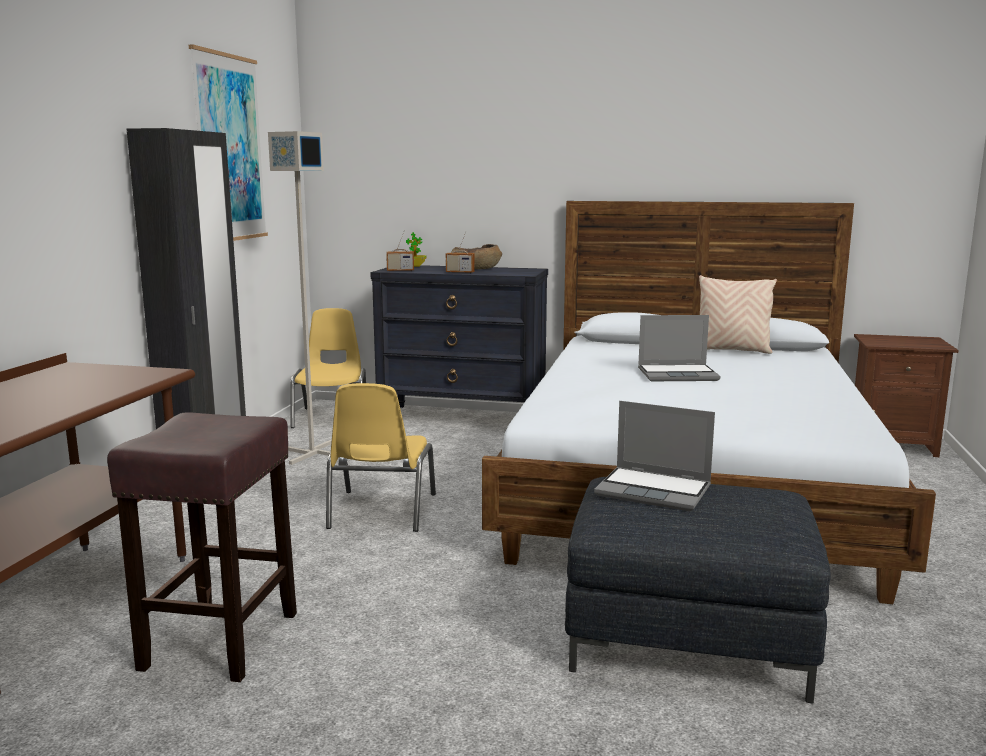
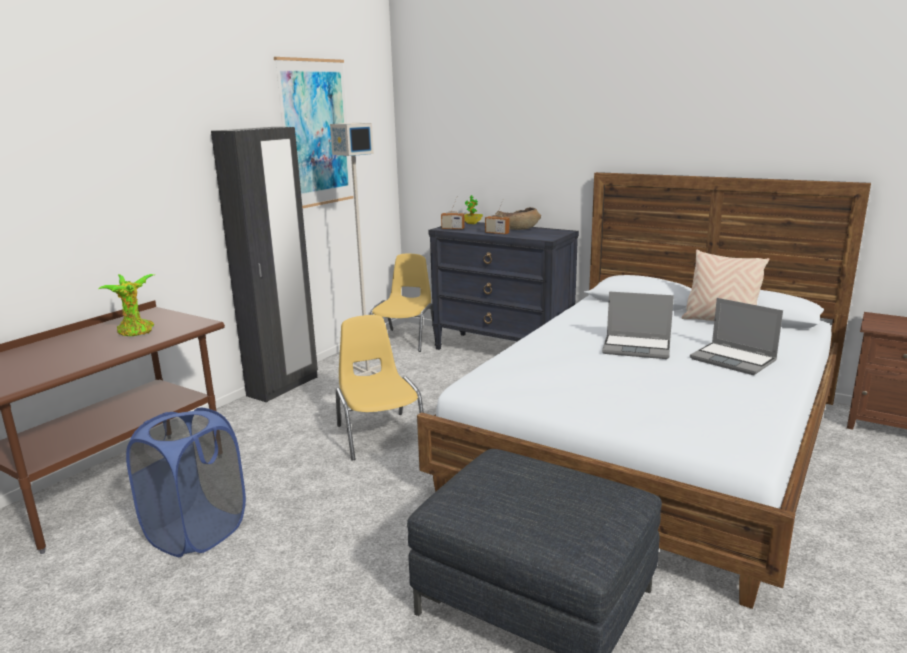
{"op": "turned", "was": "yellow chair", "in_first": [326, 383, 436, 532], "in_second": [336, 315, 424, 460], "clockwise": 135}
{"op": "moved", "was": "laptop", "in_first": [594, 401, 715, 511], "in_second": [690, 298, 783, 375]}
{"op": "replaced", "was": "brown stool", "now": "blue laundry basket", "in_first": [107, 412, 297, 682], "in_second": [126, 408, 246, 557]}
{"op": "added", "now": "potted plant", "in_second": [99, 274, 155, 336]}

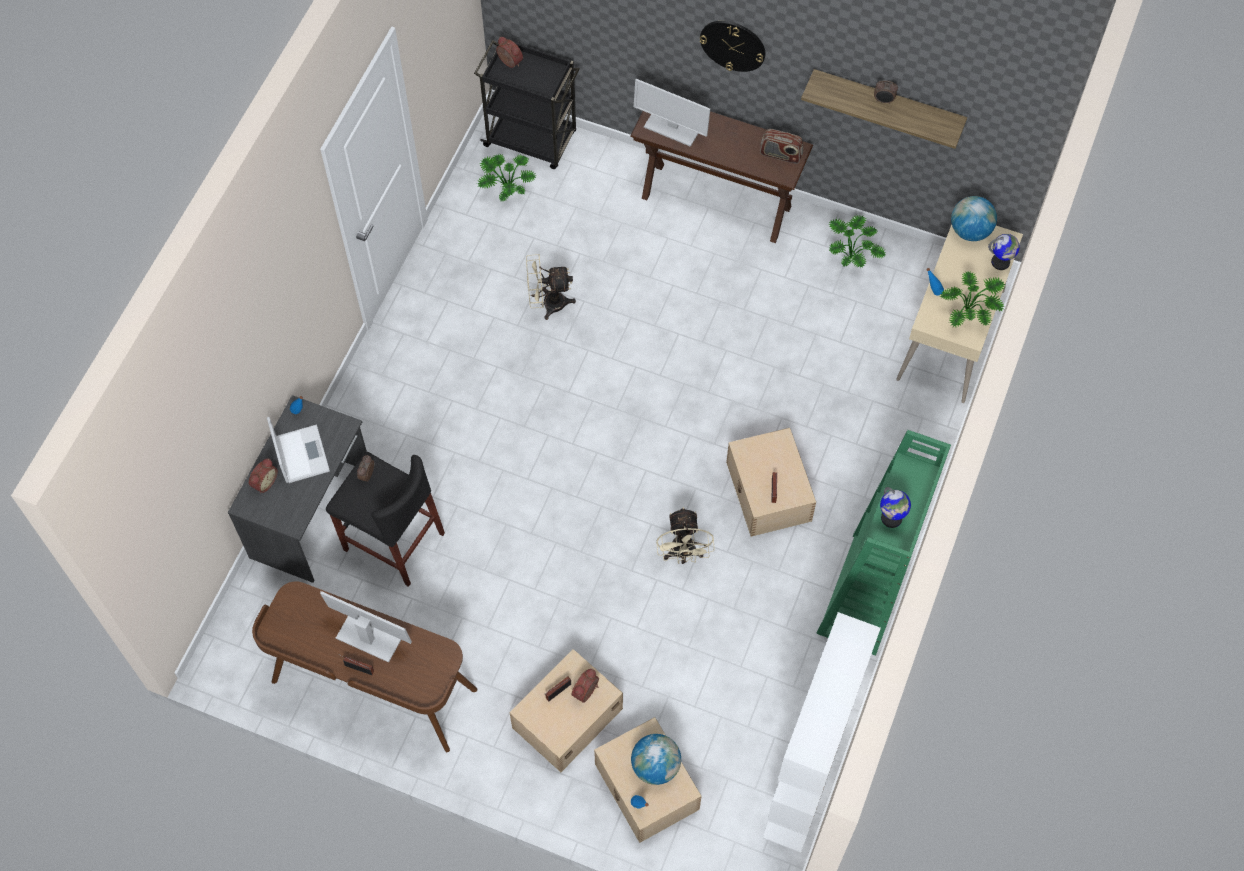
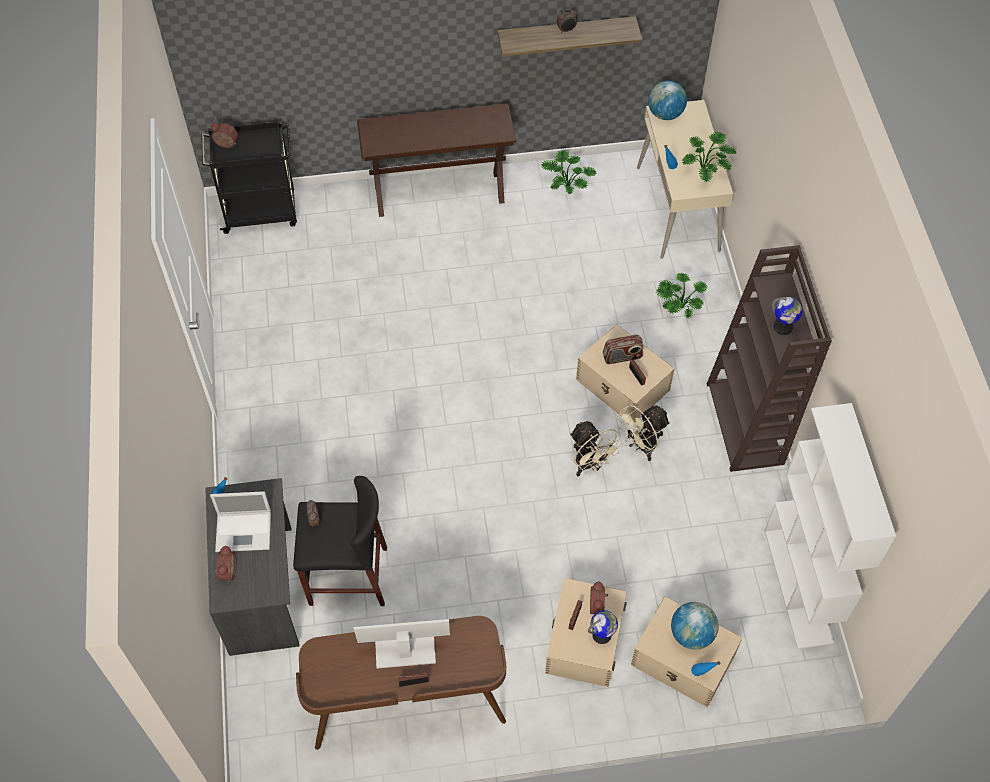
{"op": "removed", "was": "wall clock", "in_first": [700, 21, 766, 72]}
{"op": "removed", "was": "monitor", "in_first": [634, 79, 710, 147]}
{"op": "moved", "was": "radio", "in_first": [760, 129, 803, 164], "in_second": [603, 334, 643, 364]}
{"op": "moved", "was": "potted plant", "in_first": [477, 154, 536, 201], "in_second": [657, 273, 707, 318]}
{"op": "moved", "was": "globe", "in_first": [988, 234, 1020, 270], "in_second": [588, 610, 618, 644]}
{"op": "moved", "was": "beige fan", "in_first": [526, 254, 576, 320], "in_second": [616, 405, 671, 461]}
{"op": "turned", "was": "laptop", "in_first": [267, 417, 330, 483], "in_second": [210, 491, 271, 552], "clockwise": 135}
{"op": "recoloured", "was": "green bookcase", "now": "brown bookcase", "in_first": [816, 430, 951, 656], "in_second": [707, 245, 832, 472]}

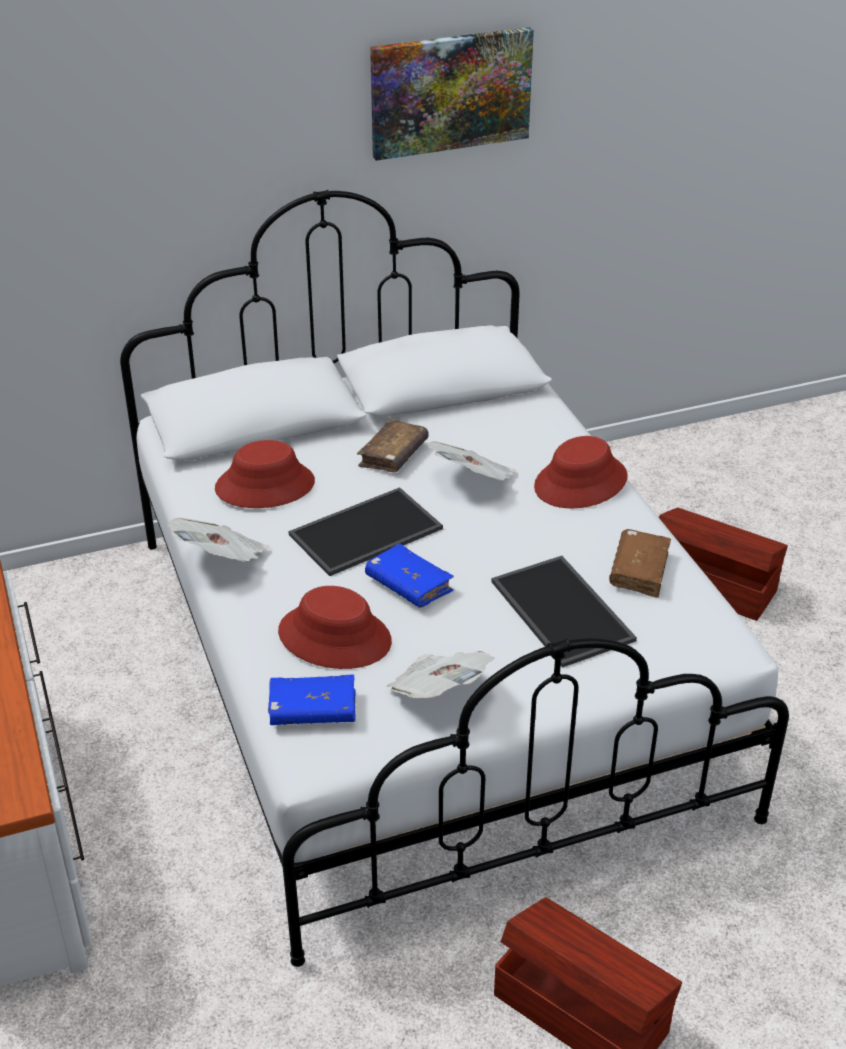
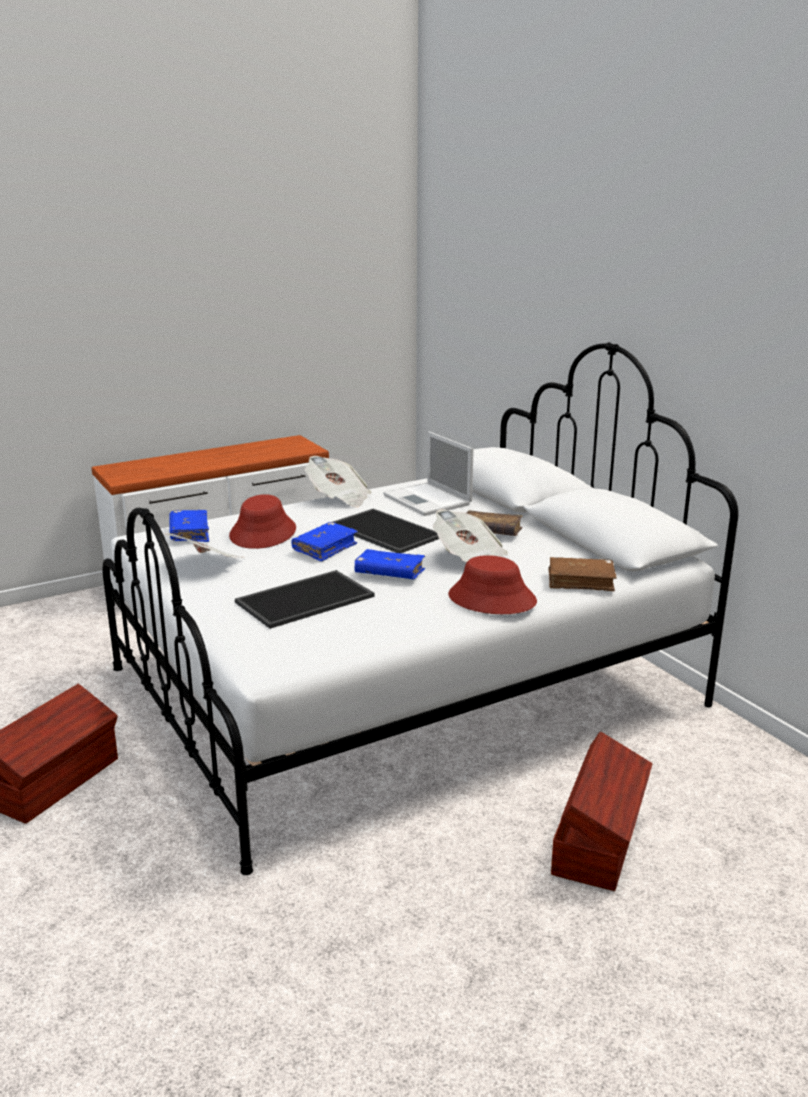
{"op": "removed", "was": "picture", "in_first": [370, 27, 534, 161]}
{"op": "replaced", "was": "red hat", "now": "laptop", "in_first": [215, 440, 315, 508], "in_second": [383, 432, 474, 516]}
{"op": "moved", "was": "brown book", "in_first": [609, 529, 671, 598], "in_second": [549, 557, 617, 591]}
{"op": "added", "now": "blue book", "in_second": [355, 549, 425, 579]}

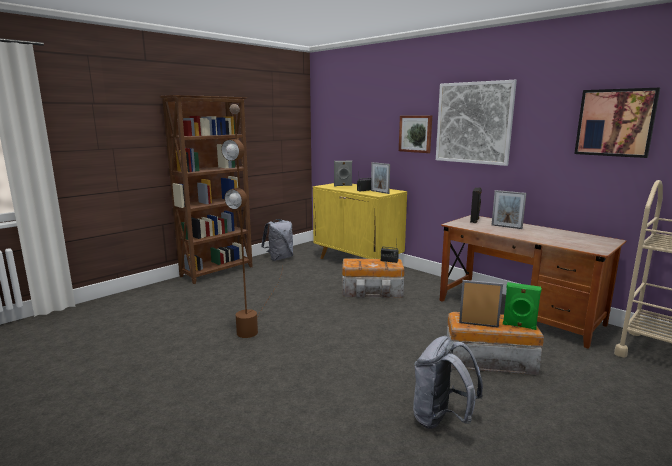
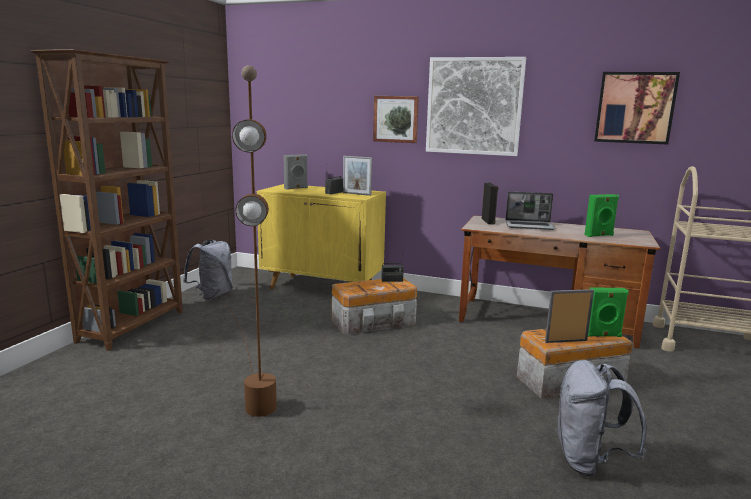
{"op": "replaced", "was": "picture frame", "now": "laptop", "in_first": [492, 190, 526, 229], "in_second": [506, 191, 555, 230]}
{"op": "added", "now": "green speaker", "in_second": [585, 194, 619, 237]}

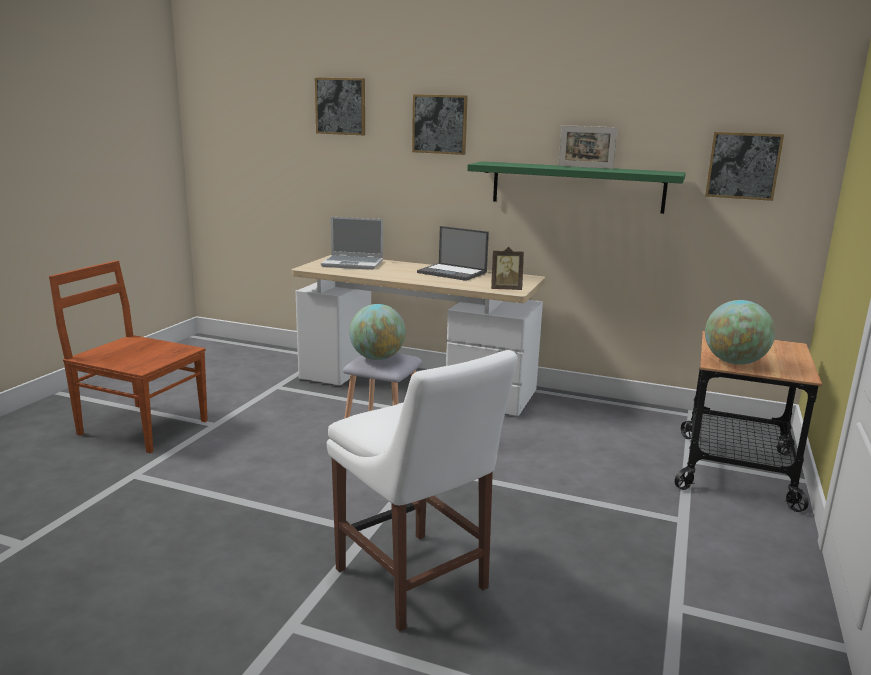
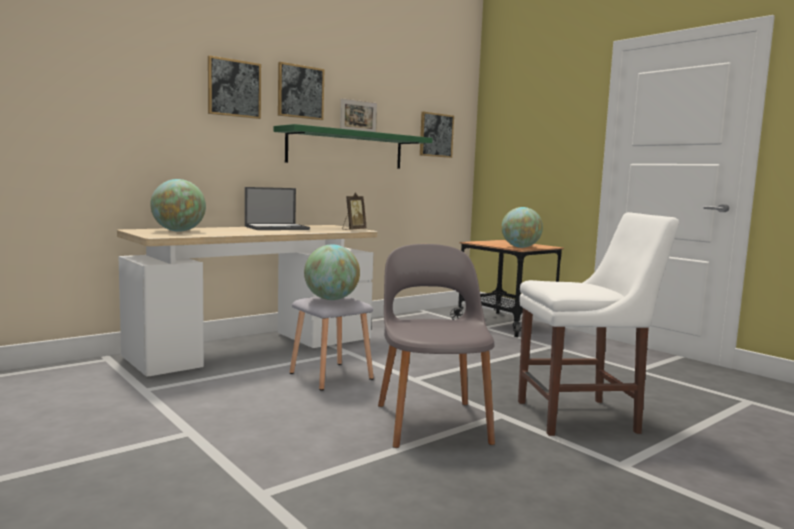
{"op": "moved", "was": "picture", "in_first": [315, 78, 365, 135], "in_second": [278, 62, 324, 120]}
{"op": "replaced", "was": "laptop", "now": "globe", "in_first": [321, 217, 383, 270], "in_second": [150, 179, 206, 232]}
{"op": "removed", "was": "brown chair", "in_first": [49, 260, 208, 453]}
{"op": "added", "now": "grey chair", "in_second": [378, 244, 495, 448]}

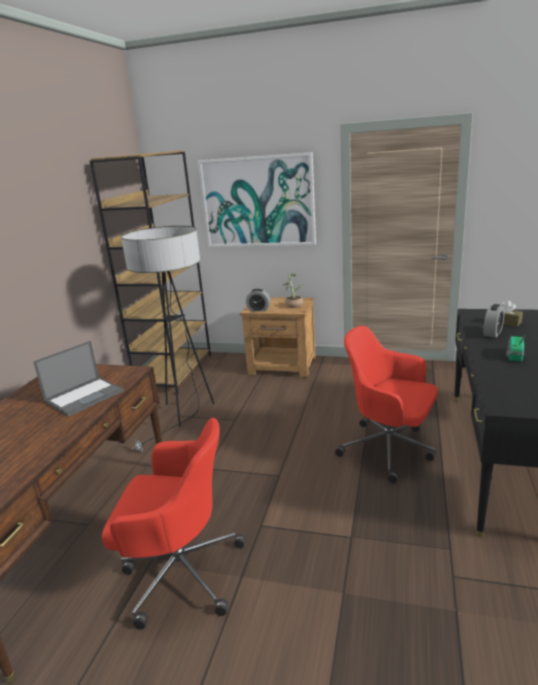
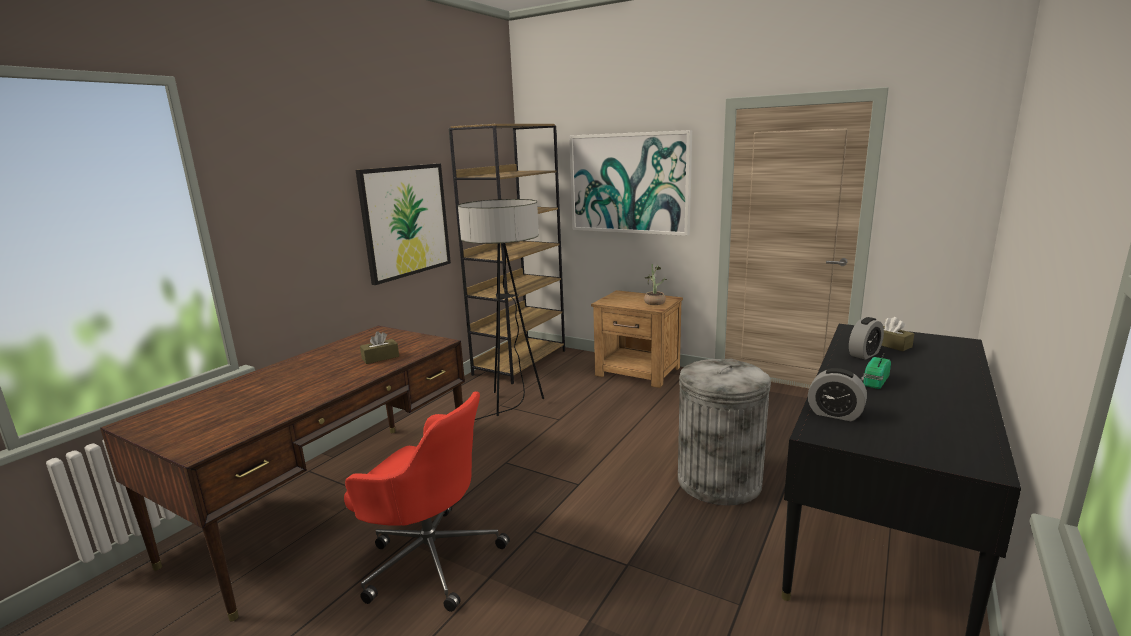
{"op": "moved", "was": "alarm clock", "in_first": [246, 289, 271, 312], "in_second": [808, 368, 867, 421]}
{"op": "replaced", "was": "red office chair", "now": "grey trash can", "in_first": [335, 325, 438, 483], "in_second": [678, 358, 771, 505]}
{"op": "replaced", "was": "laptop", "now": "brown tissue box", "in_first": [33, 341, 124, 417], "in_second": [360, 331, 399, 364]}
{"op": "added", "now": "picture", "in_second": [356, 164, 451, 285]}

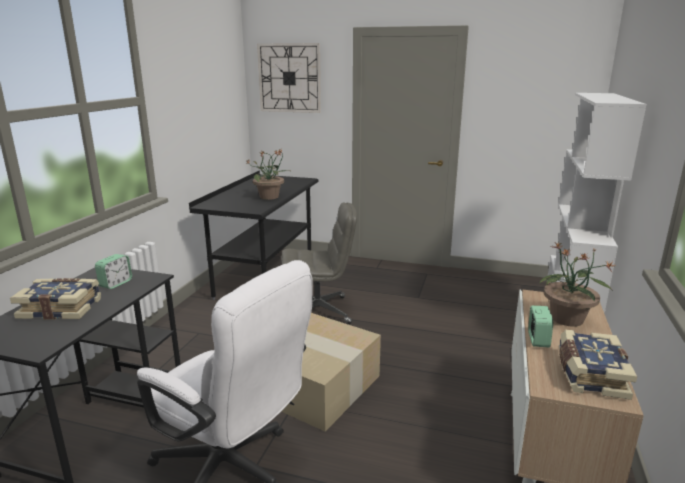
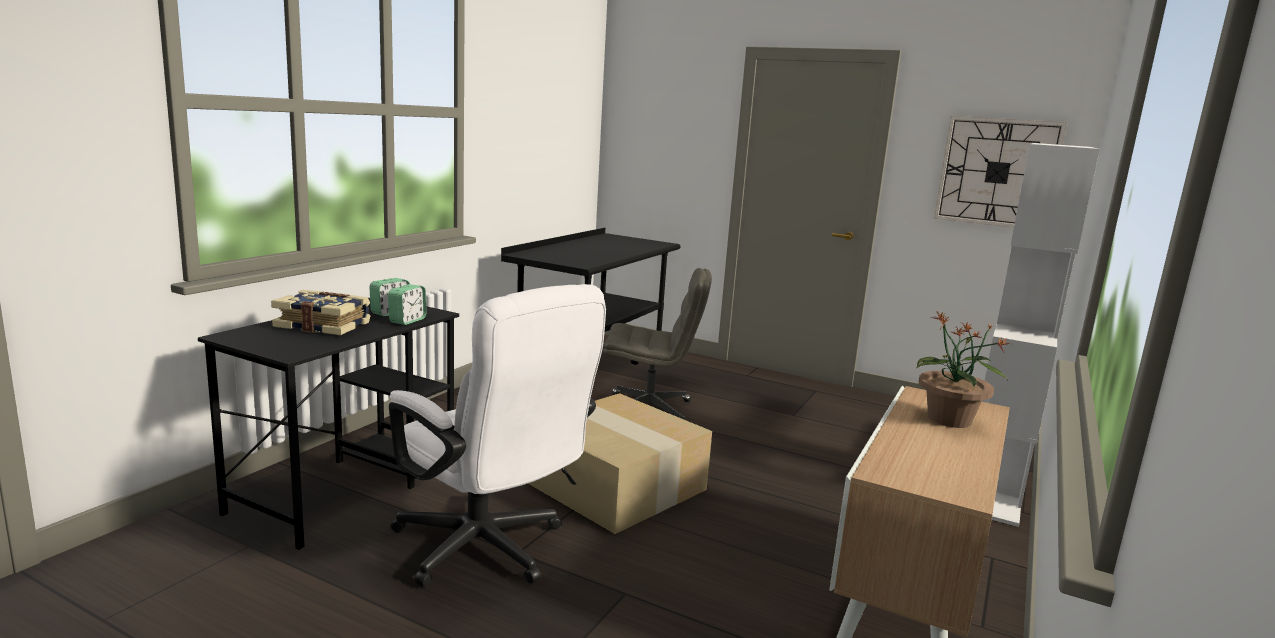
{"op": "moved", "was": "wall clock", "in_first": [257, 43, 321, 113], "in_second": [934, 116, 1067, 228]}
{"op": "removed", "was": "potted plant", "in_first": [245, 150, 292, 200]}
{"op": "moved", "was": "alarm clock", "in_first": [528, 306, 553, 347], "in_second": [388, 284, 427, 325]}
{"op": "removed", "was": "book", "in_first": [559, 329, 637, 400]}

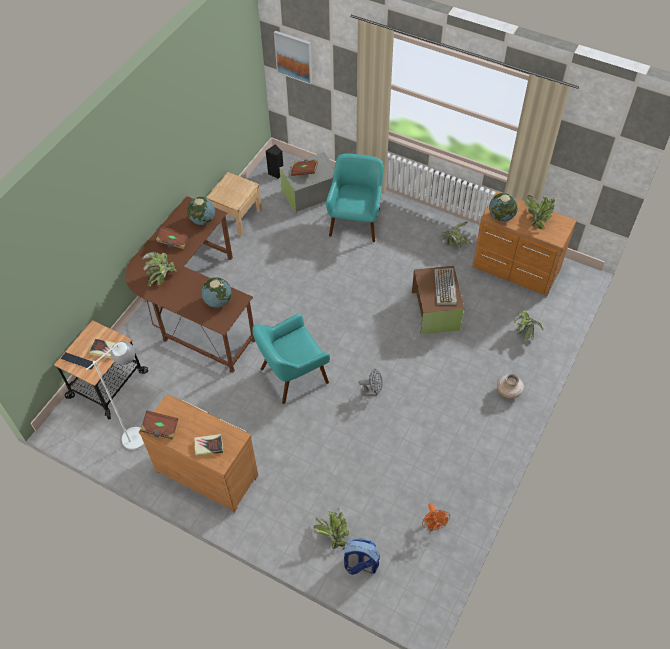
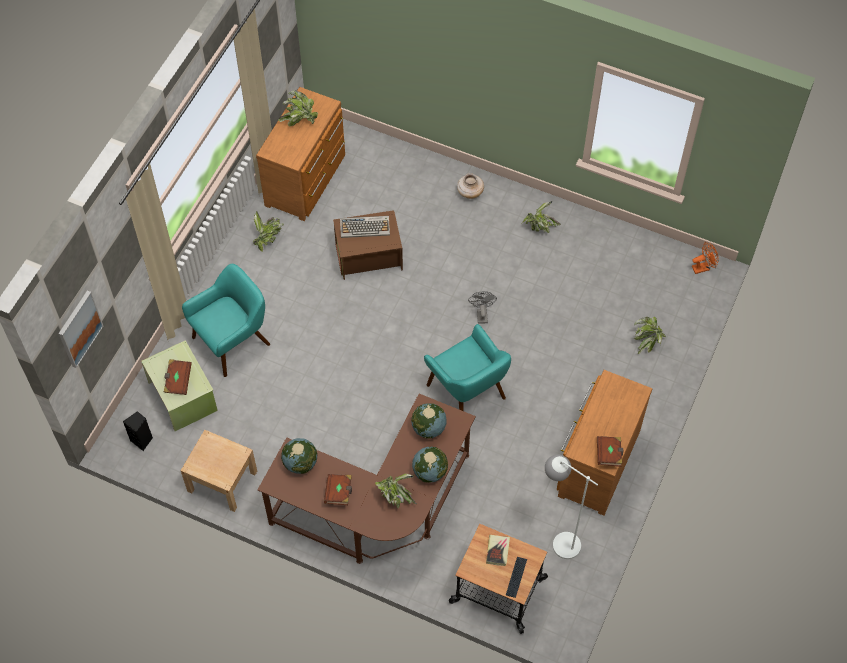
{"op": "recoloured", "was": "grey storage box", "now": "green storage box", "in_first": [279, 152, 335, 213], "in_second": [141, 340, 218, 431]}
{"op": "turned", "was": "turquoise armchair", "in_first": [326, 153, 383, 242], "in_second": [182, 264, 270, 377], "clockwise": 135}
{"op": "moved", "was": "globe", "in_first": [489, 193, 518, 222], "in_second": [412, 447, 448, 483]}
{"op": "moved", "was": "potted plant", "in_first": [514, 310, 544, 345], "in_second": [521, 201, 561, 233]}
{"op": "removed", "was": "book", "in_first": [194, 434, 223, 457]}
{"op": "moved", "was": "orange fan", "in_first": [422, 503, 450, 531], "in_second": [692, 242, 719, 274]}
{"op": "removed", "was": "backpack", "in_first": [343, 538, 380, 575]}

